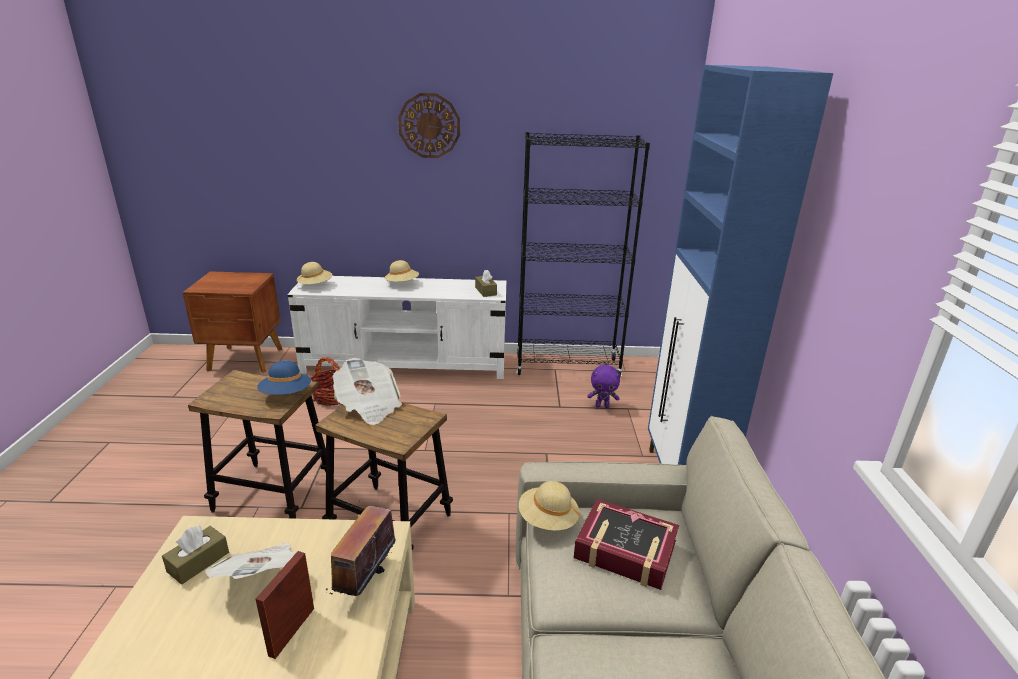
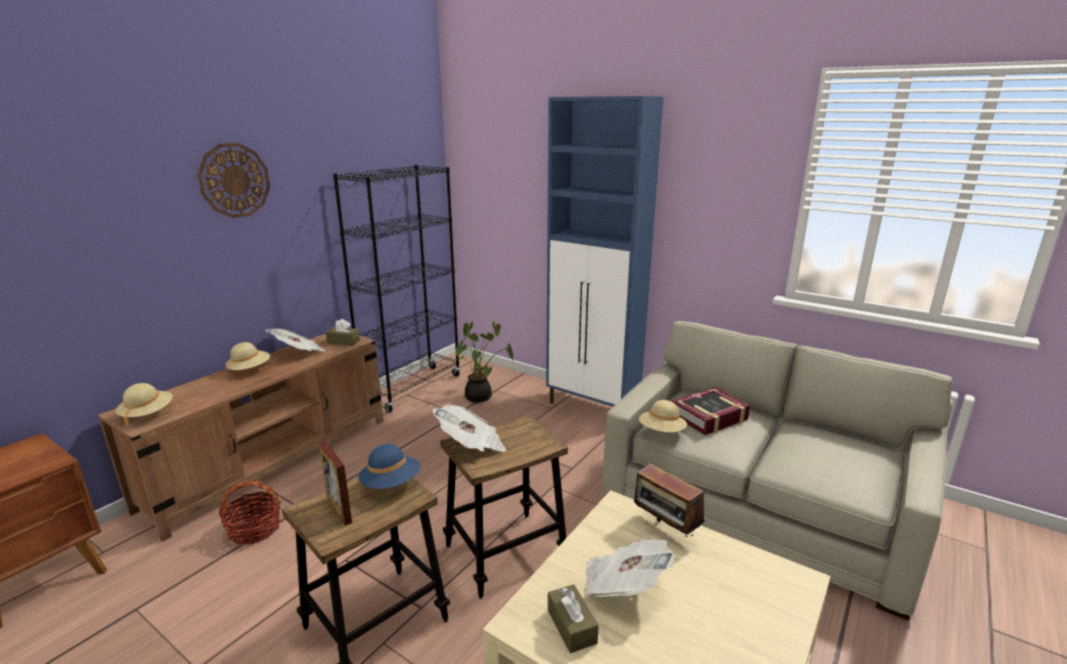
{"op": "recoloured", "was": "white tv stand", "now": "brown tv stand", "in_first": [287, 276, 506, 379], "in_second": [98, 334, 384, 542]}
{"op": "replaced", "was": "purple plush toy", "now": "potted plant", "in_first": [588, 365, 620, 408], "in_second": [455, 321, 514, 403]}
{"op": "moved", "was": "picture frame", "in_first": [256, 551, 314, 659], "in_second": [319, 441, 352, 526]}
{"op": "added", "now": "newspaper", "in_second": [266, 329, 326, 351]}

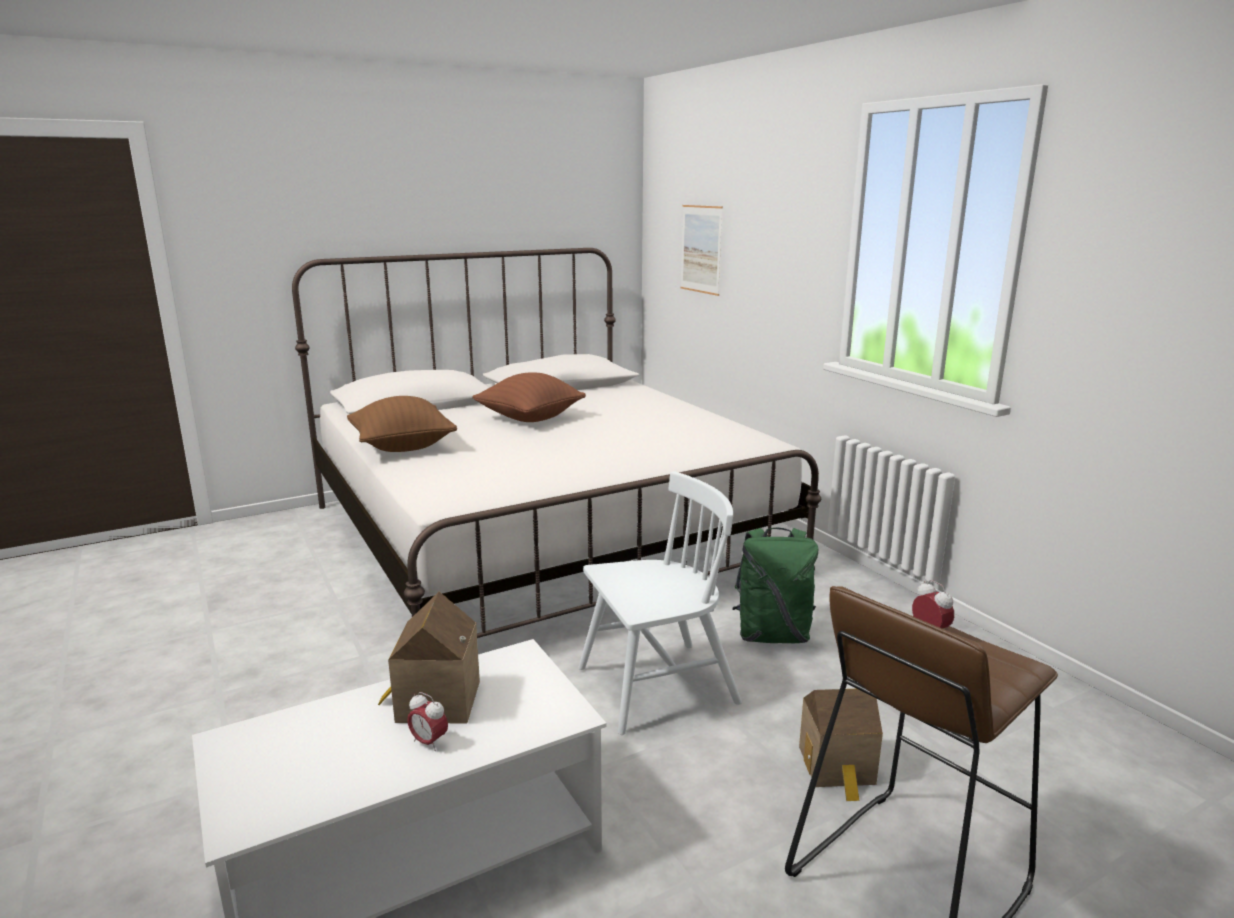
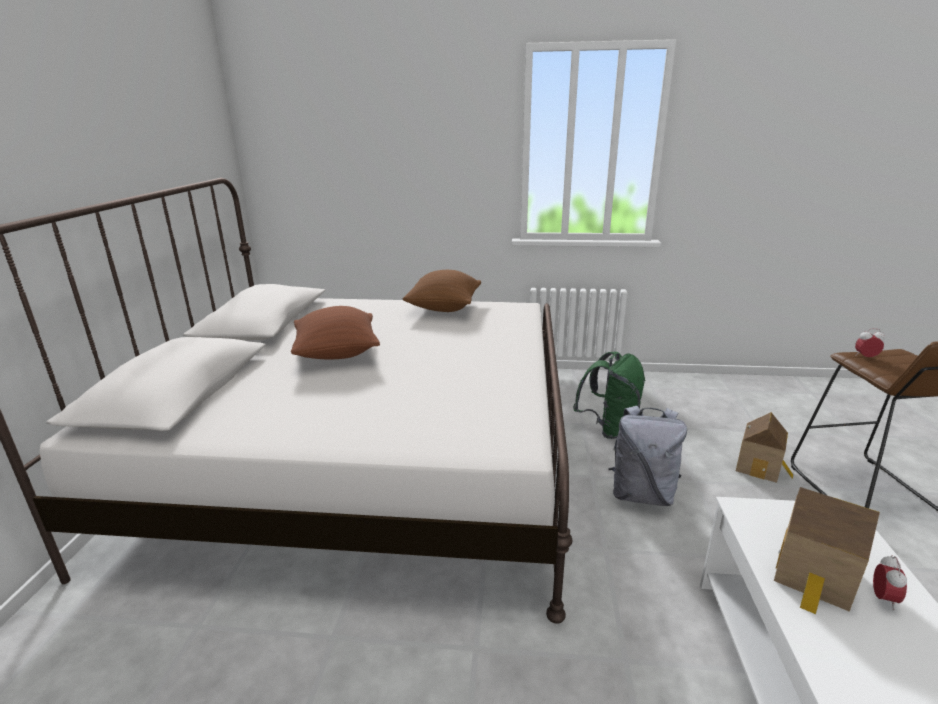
{"op": "removed", "was": "picture", "in_first": [680, 205, 723, 296]}
{"op": "moved", "was": "brown pillow", "in_first": [347, 396, 457, 452], "in_second": [403, 270, 481, 312]}
{"op": "replaced", "was": "white chair", "now": "grey backpack", "in_first": [578, 471, 742, 735], "in_second": [609, 406, 687, 506]}
{"op": "turned", "was": "alarm clock", "in_first": [407, 692, 448, 751], "in_second": [873, 555, 907, 610], "clockwise": -45}

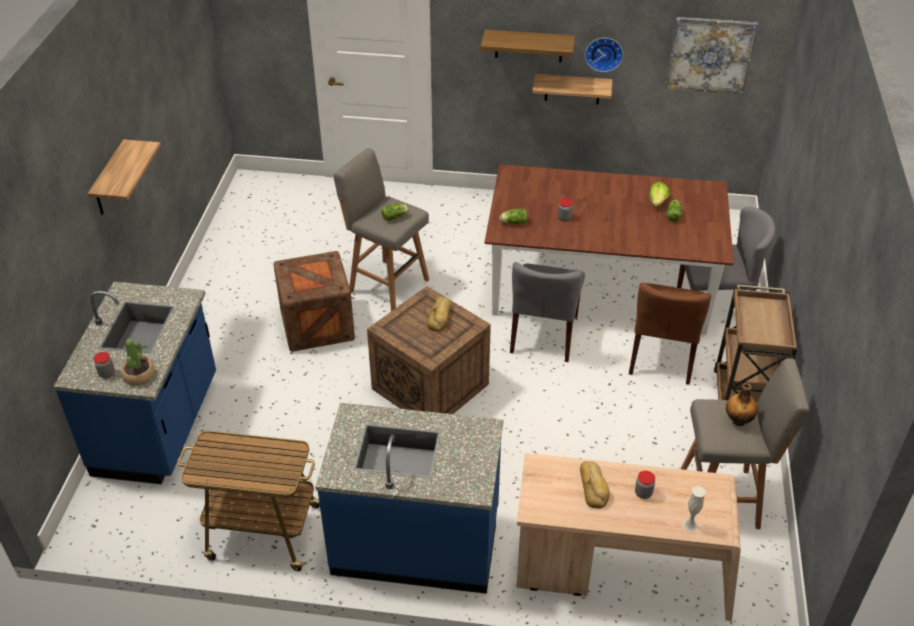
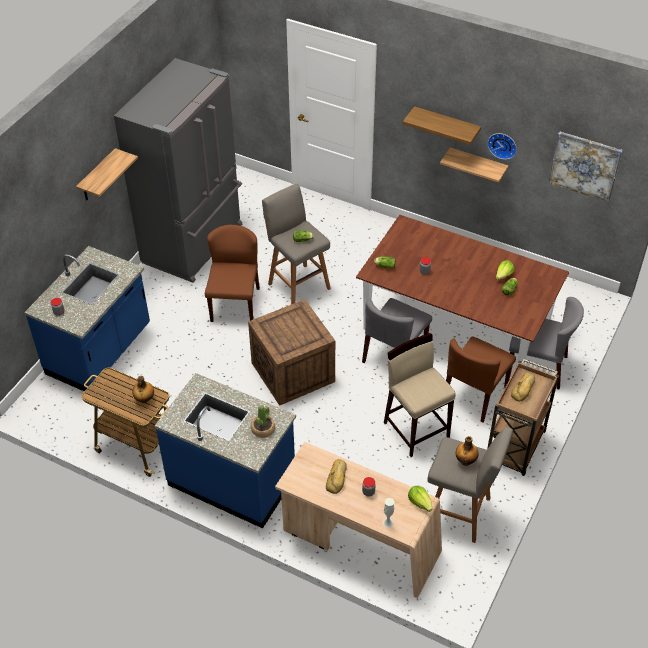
{"op": "replaced", "was": "crate", "now": "brown chair", "in_first": [273, 251, 355, 352], "in_second": [205, 225, 260, 322]}
{"op": "moved", "was": "bread", "in_first": [427, 297, 451, 332], "in_second": [511, 373, 536, 402]}
{"op": "moved", "was": "potted plant", "in_first": [121, 339, 155, 386], "in_second": [251, 405, 275, 438]}
{"op": "added", "now": "grey fridge", "in_second": [114, 58, 242, 283]}
{"op": "added", "now": "beige stool", "in_second": [384, 333, 456, 457]}
{"op": "added", "now": "bottle", "in_second": [132, 376, 154, 403]}
{"op": "added", "now": "lettuce", "in_second": [408, 486, 432, 512]}

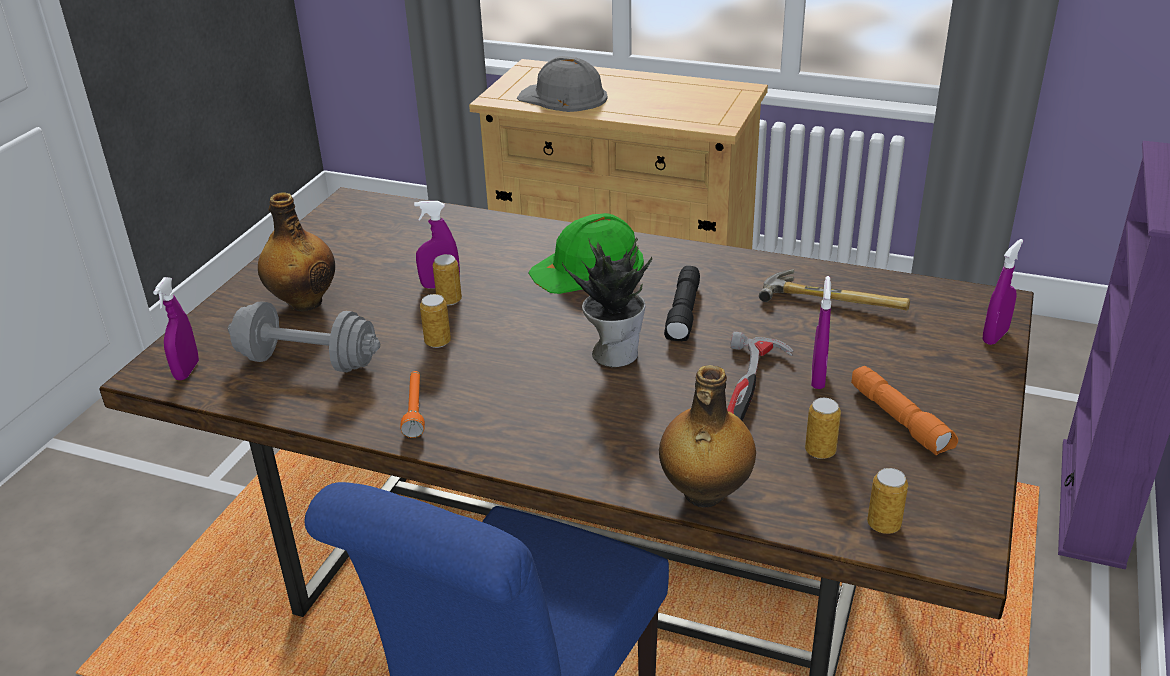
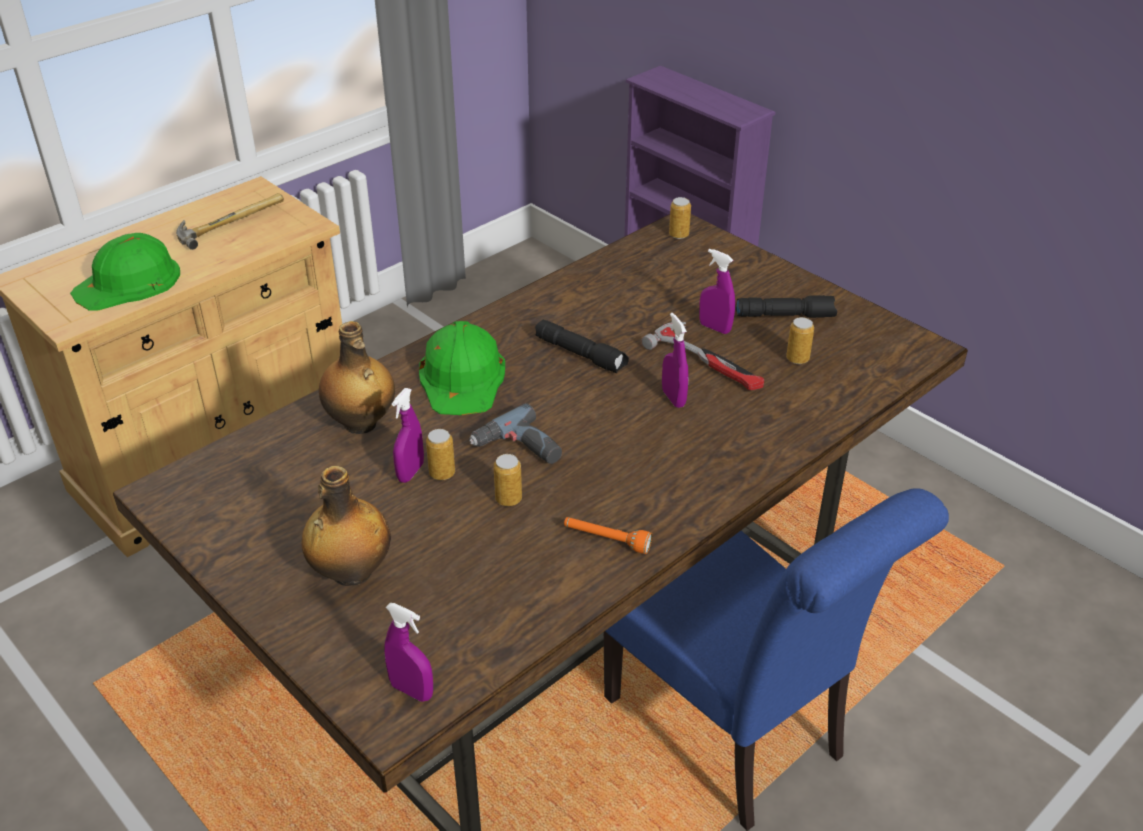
{"op": "recoloured", "was": "grey hard hat", "now": "green hard hat", "in_first": [517, 56, 608, 112], "in_second": [70, 233, 180, 311]}
{"op": "removed", "was": "potted plant", "in_first": [562, 237, 652, 367]}
{"op": "moved", "was": "purple spray bottle", "in_first": [983, 239, 1023, 345], "in_second": [662, 313, 689, 408]}
{"op": "moved", "was": "hammer", "in_first": [759, 269, 910, 311], "in_second": [176, 193, 284, 250]}
{"op": "removed", "was": "grey dumbbell", "in_first": [228, 302, 380, 372]}
{"op": "moved", "was": "bottle", "in_first": [659, 365, 756, 507], "in_second": [319, 321, 395, 434]}
{"op": "recoloured", "was": "orange flashlight", "now": "black flashlight", "in_first": [851, 366, 958, 455], "in_second": [736, 295, 837, 318]}
{"op": "moved", "was": "can", "in_first": [867, 468, 908, 534], "in_second": [669, 197, 691, 239]}
{"op": "added", "now": "power drill", "in_second": [469, 403, 562, 464]}

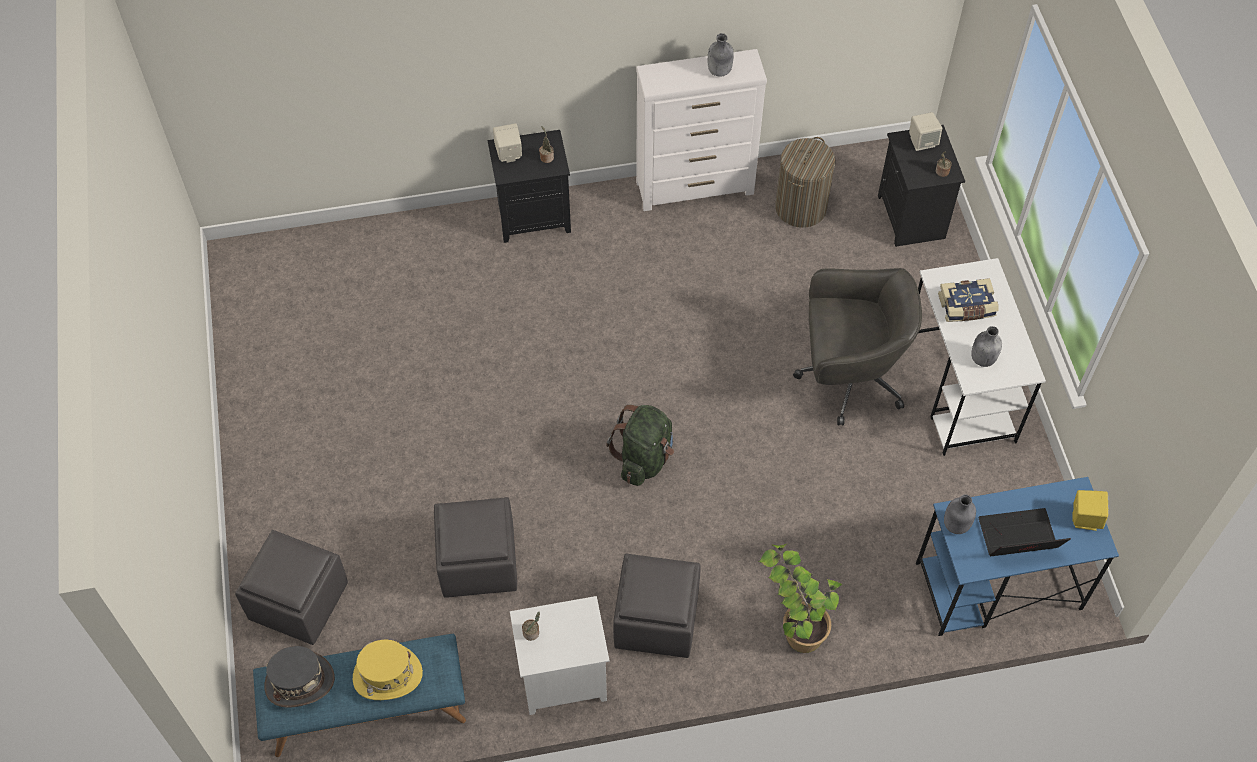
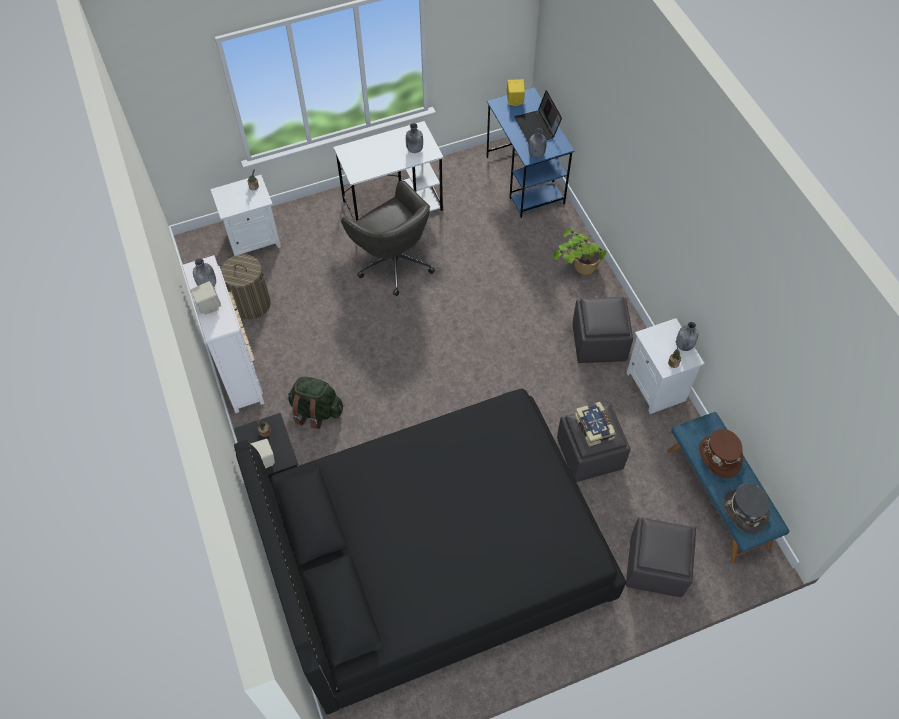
{"op": "moved", "was": "beige speaker", "in_first": [909, 112, 942, 151], "in_second": [191, 281, 221, 315]}
{"op": "recoloured", "was": "black nightstand", "now": "white nightstand", "in_first": [878, 125, 965, 247], "in_second": [210, 175, 281, 256]}
{"op": "turned", "was": "grey office chair", "in_first": [793, 268, 922, 426], "in_second": [341, 181, 435, 296], "clockwise": 150}
{"op": "moved", "was": "book", "in_first": [938, 278, 999, 322], "in_second": [574, 402, 616, 447]}
{"op": "moved", "was": "green backpack", "in_first": [606, 405, 674, 486], "in_second": [288, 377, 343, 429]}
{"op": "recoloured", "was": "yellow hat", "now": "brown hat", "in_first": [353, 640, 423, 700], "in_second": [699, 429, 743, 479]}
{"op": "added", "now": "grey bottle", "in_second": [676, 322, 698, 351]}
{"op": "added", "now": "black bed", "in_second": [234, 389, 626, 715]}

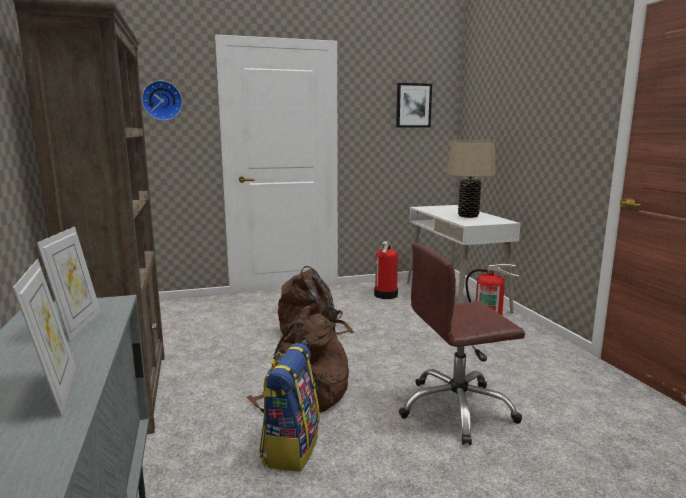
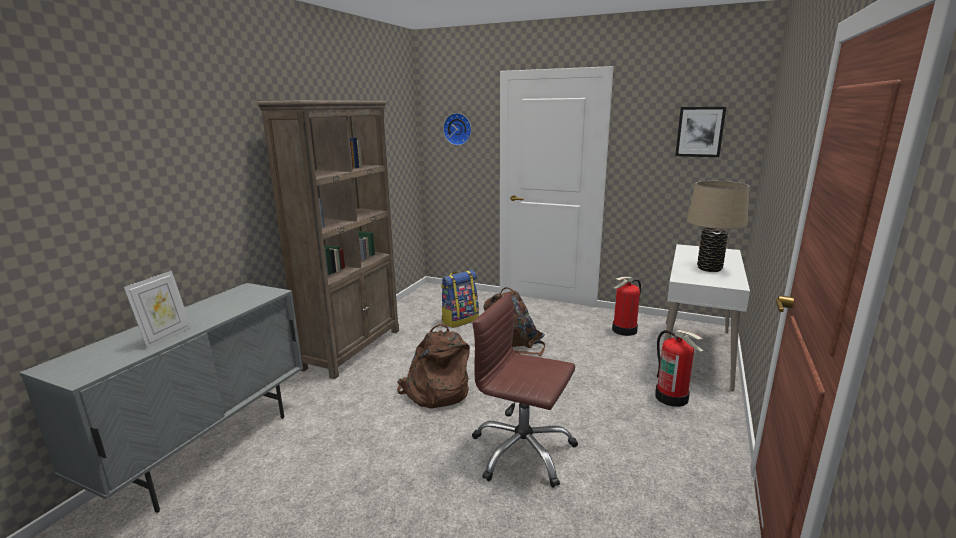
{"op": "removed", "was": "picture frame", "in_first": [37, 227, 101, 341]}
{"op": "moved", "was": "backpack", "in_first": [259, 343, 320, 472], "in_second": [441, 270, 479, 328]}

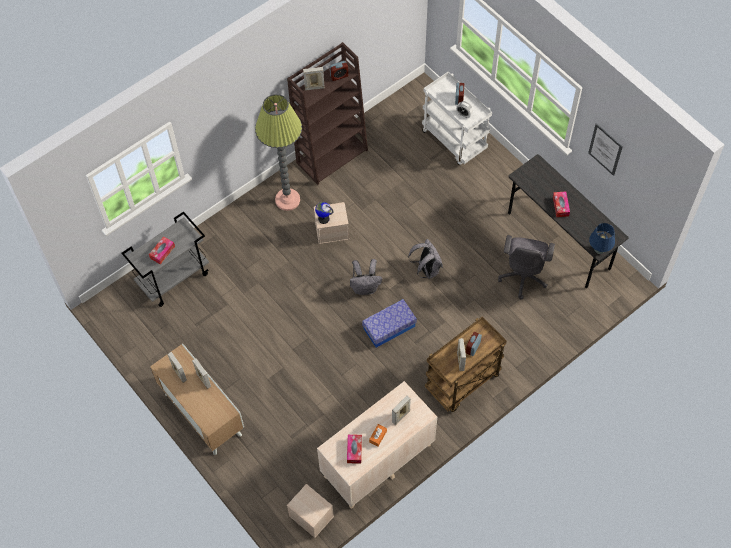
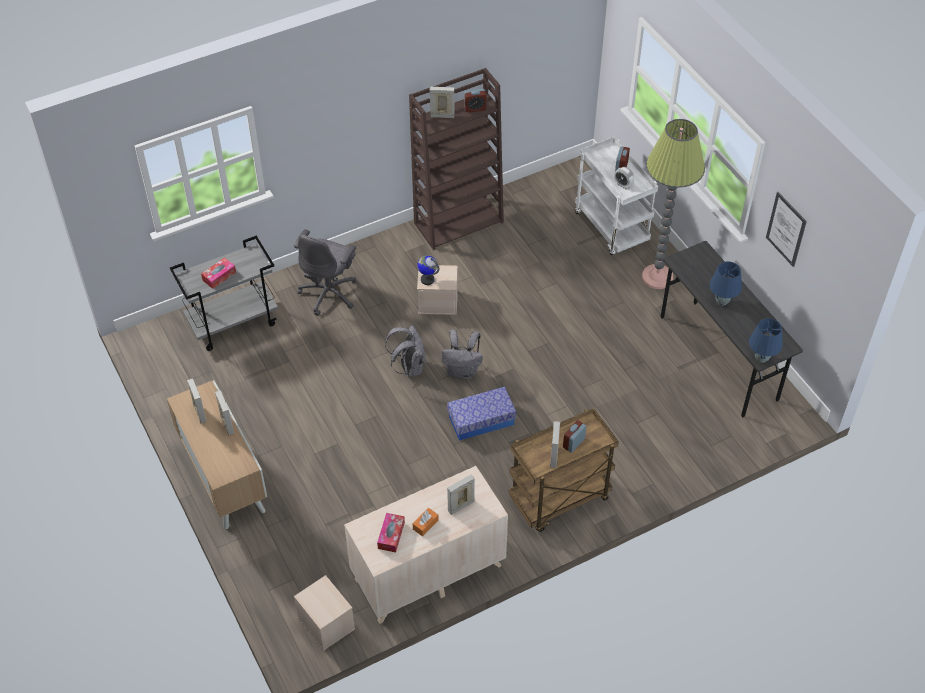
{"op": "moved", "was": "floor lamp", "in_first": [255, 94, 302, 211], "in_second": [642, 119, 705, 289]}
{"op": "replaced", "was": "tissue box", "now": "blue table lamp", "in_first": [553, 192, 570, 217], "in_second": [709, 262, 742, 306]}
{"op": "moved", "was": "grey office chair", "in_first": [498, 235, 555, 299], "in_second": [294, 229, 356, 316]}
{"op": "moved", "was": "grey backpack", "in_first": [408, 239, 443, 279], "in_second": [385, 325, 425, 377]}

